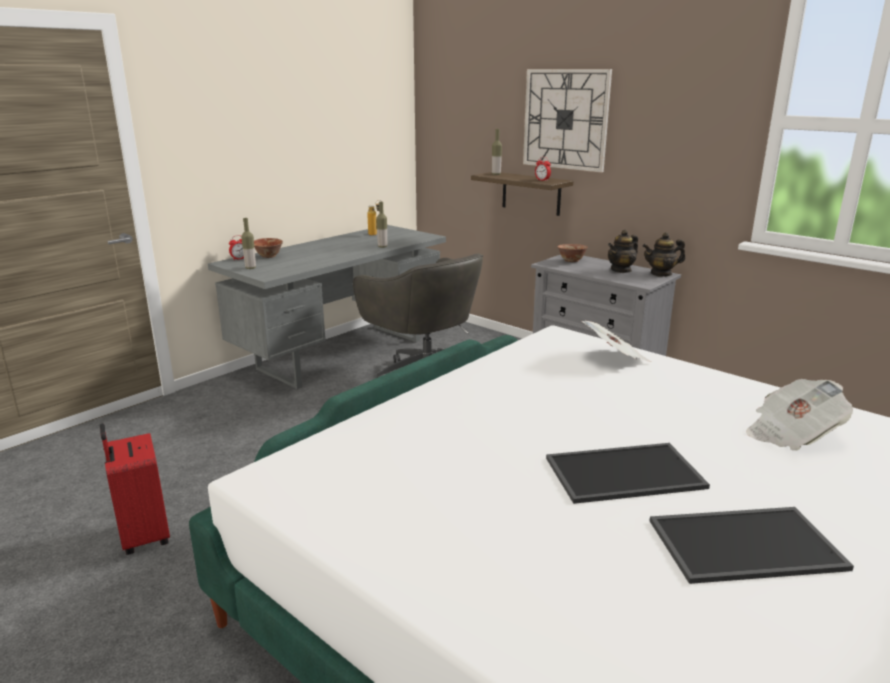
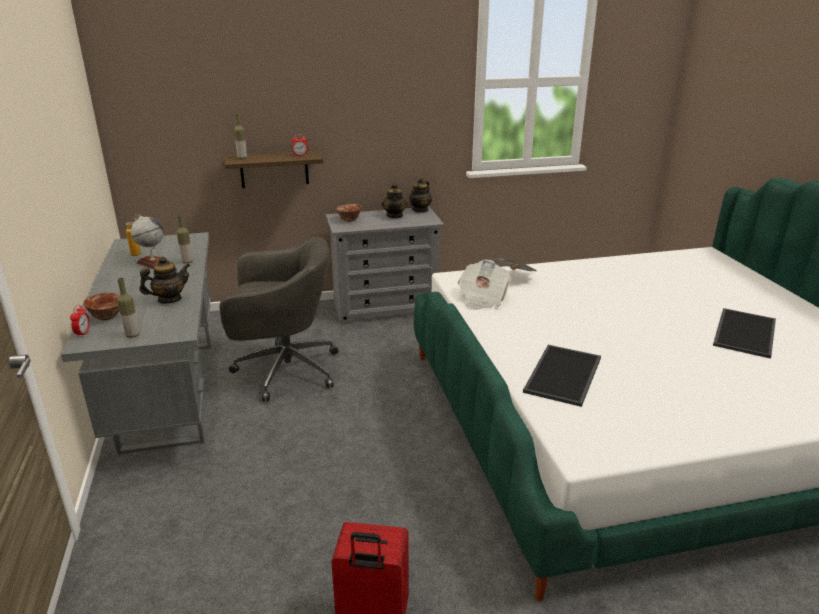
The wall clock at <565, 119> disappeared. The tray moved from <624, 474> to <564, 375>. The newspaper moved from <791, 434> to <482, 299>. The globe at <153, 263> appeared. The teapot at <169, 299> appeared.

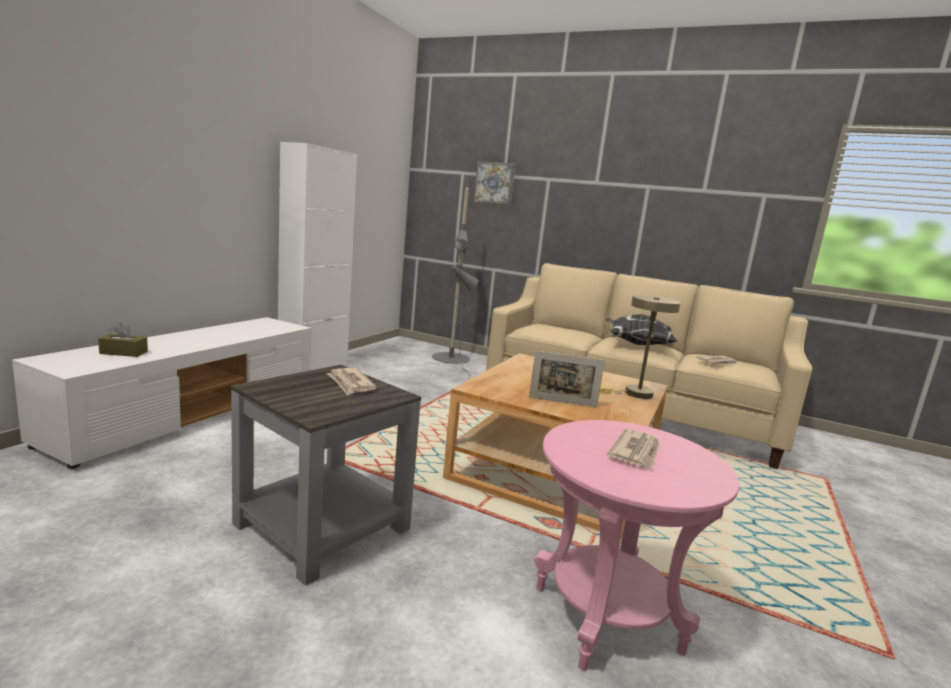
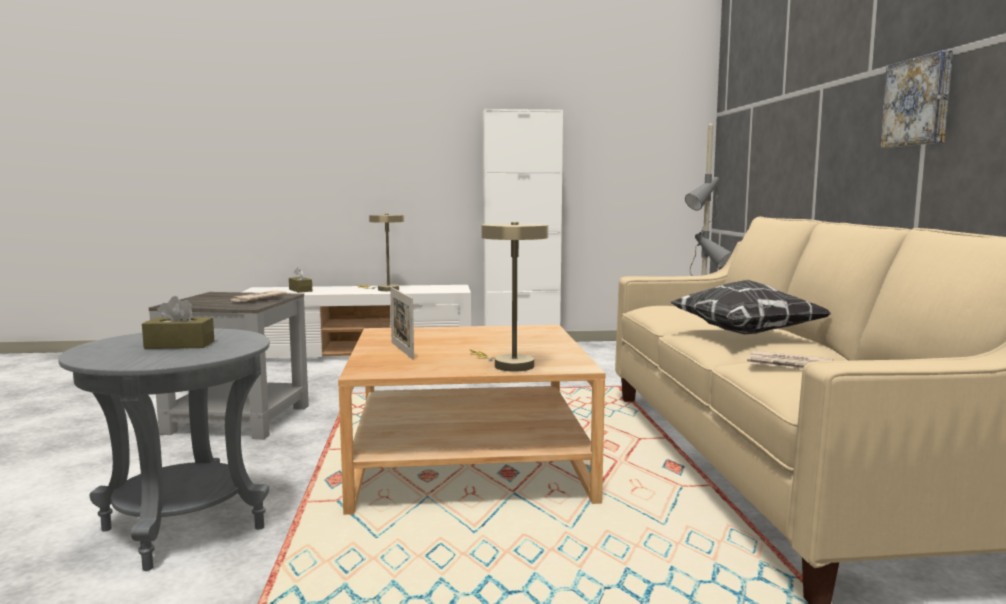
The picture moved from <495, 183> to <918, 102>. The pink side table at <606, 618> became the grey side table at <183, 528>. The newspaper at <636, 452> was replaced by the brown tissue box at <179, 345>. The beige table lamp at <384, 289> appeared.

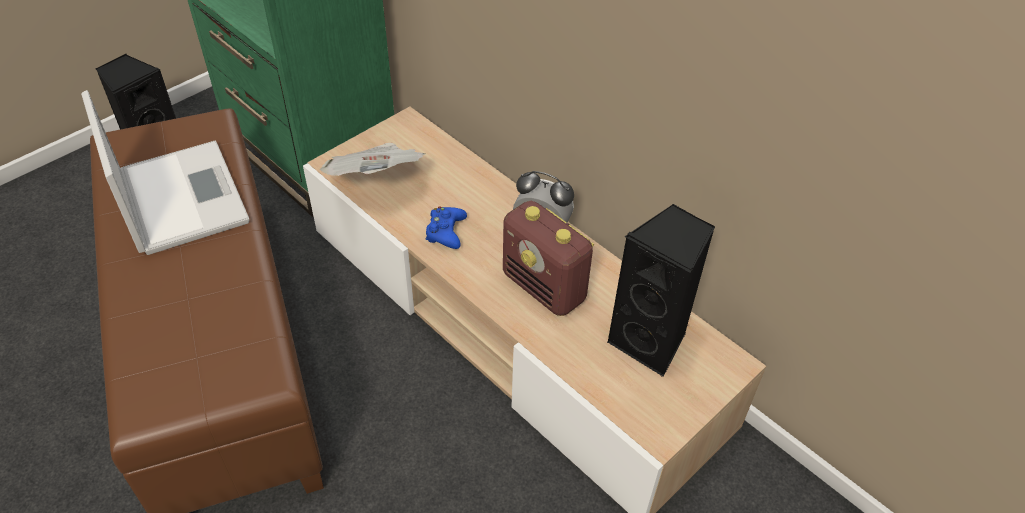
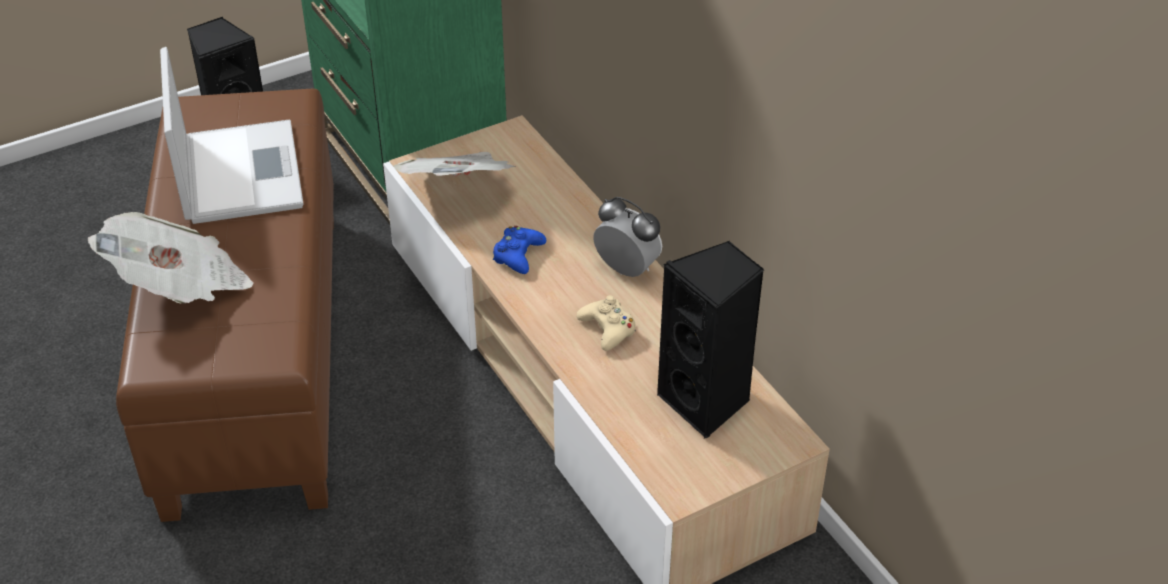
The radio at <544, 287> was replaced by the beige game controller at <608, 329>. The newspaper at <180, 287> appeared.

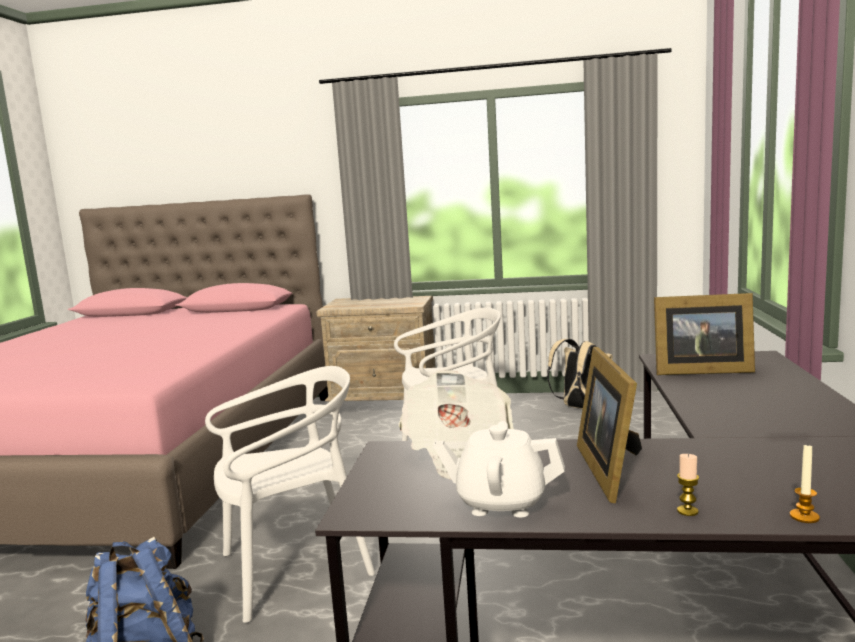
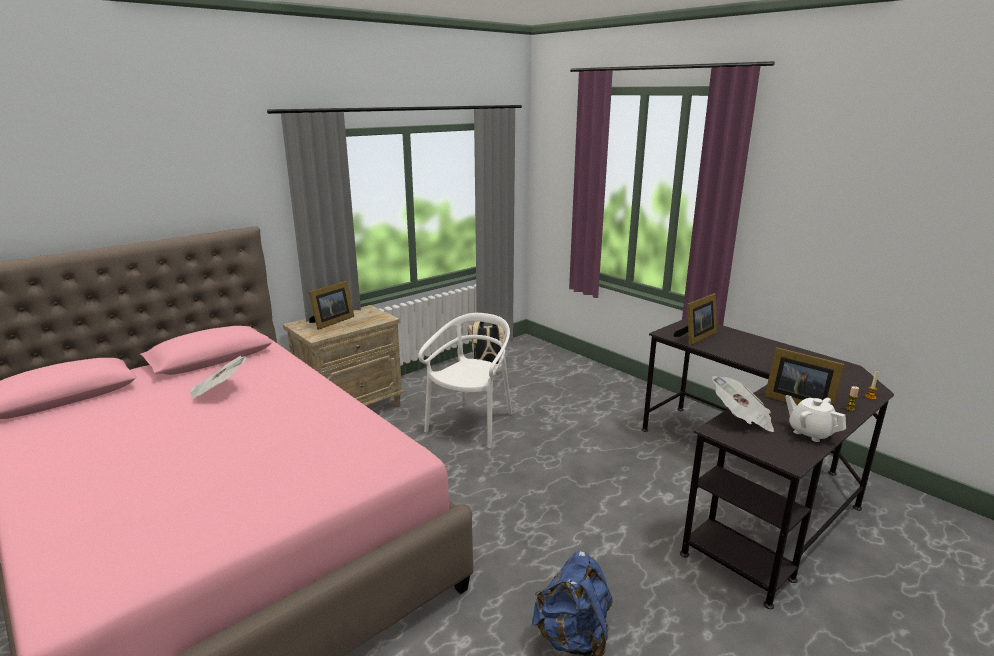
The white chair at <294, 568> disappeared. The white teapot at <500, 503> turned 90 degrees clockwise. The newspaper at <218, 391> appeared. The picture frame at <331, 322> appeared.

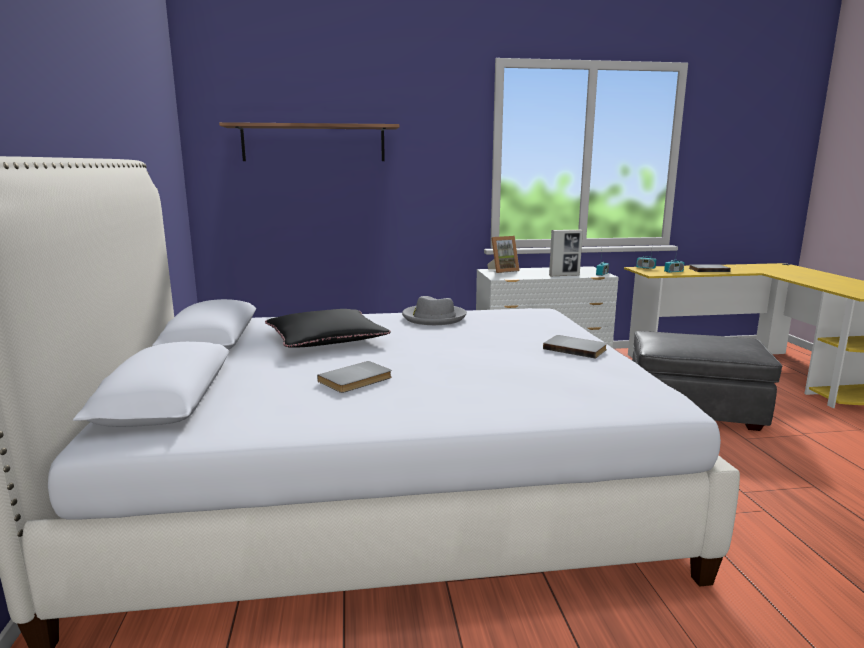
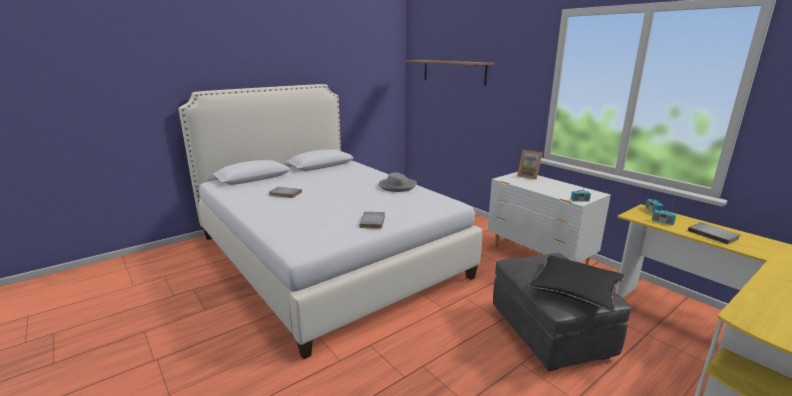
The black pillow moved from <326, 339> to <575, 288>. The picture frame at <564, 275> disappeared.

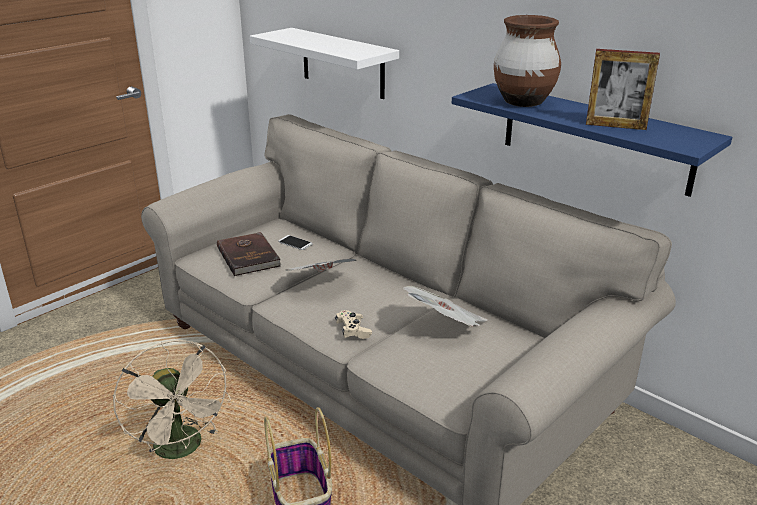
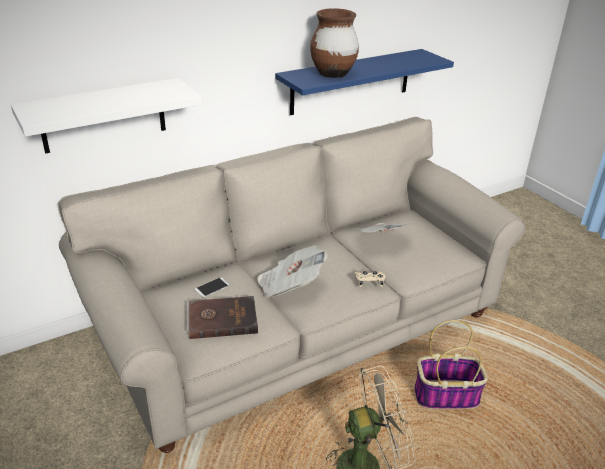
The picture frame at <615, 126> disappeared.

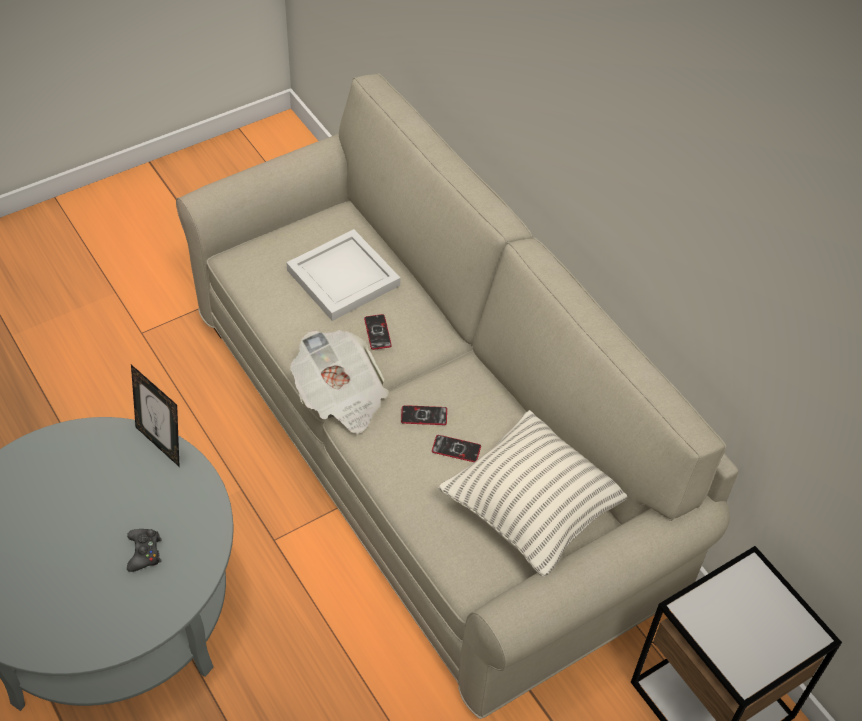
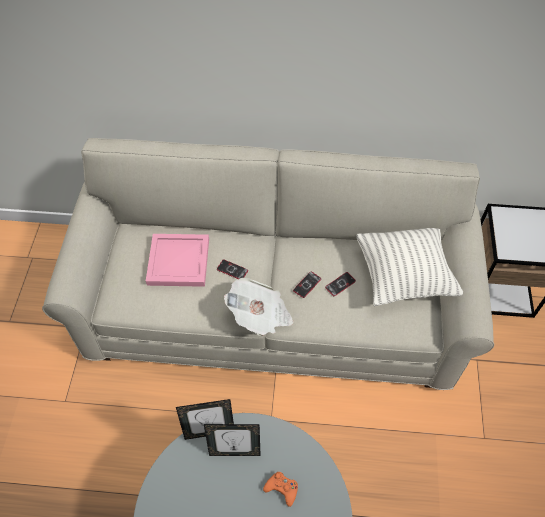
The black game controller at <144, 552> became the orange game controller at <282, 488>. The white tray at <343, 276> became the pink tray at <178, 261>. The picture frame at <235, 451> appeared.

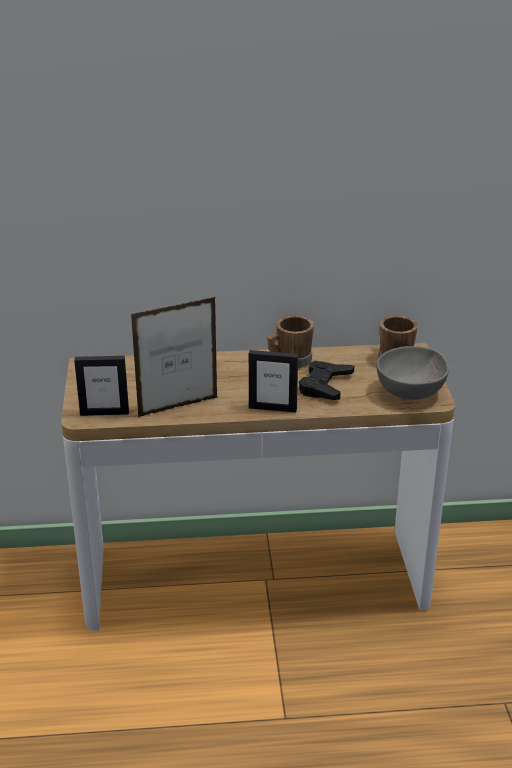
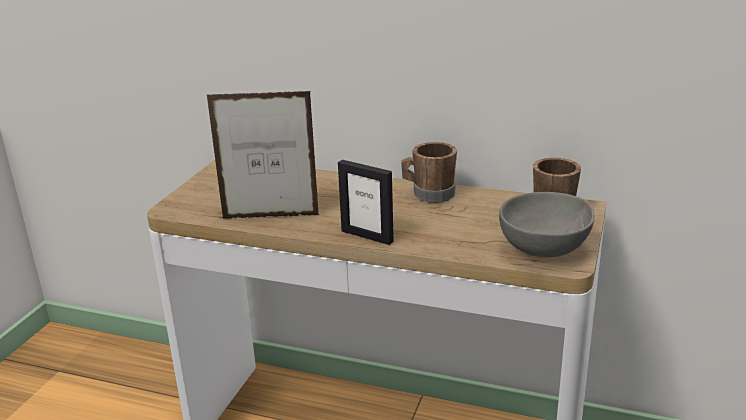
The picture frame at <104, 413> disappeared. The black game controller at <325, 385> disappeared.

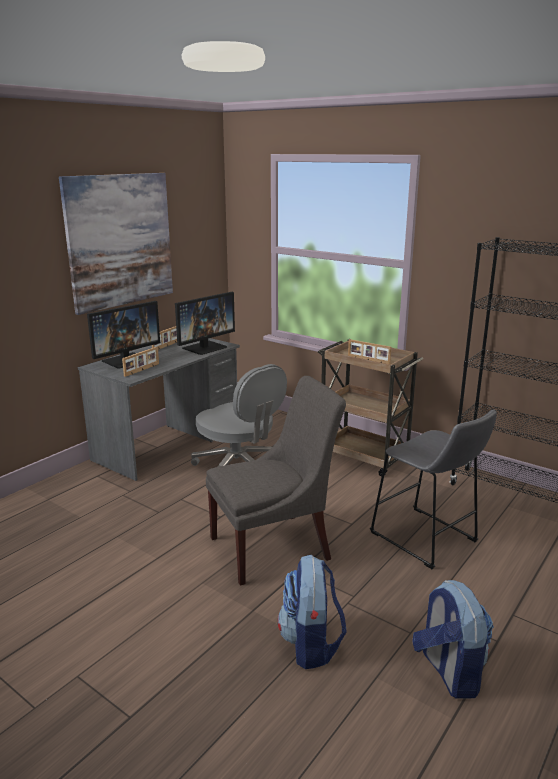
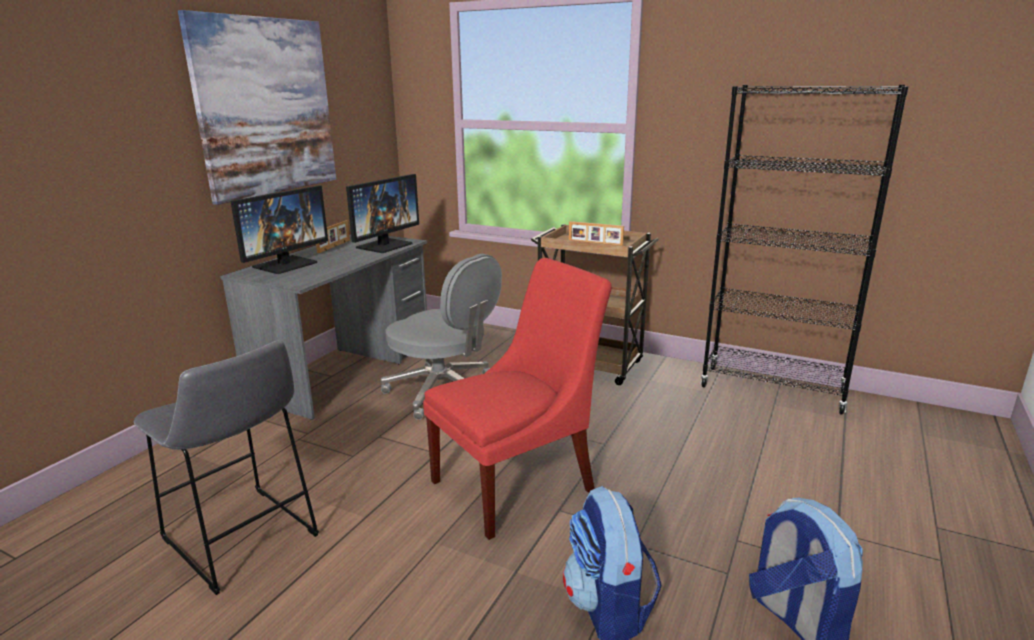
The picture frame at <142, 370> disappeared. The grey chair at <275, 547> became the red chair at <519, 483>. The grey stool moved from <427, 540> to <243, 541>.

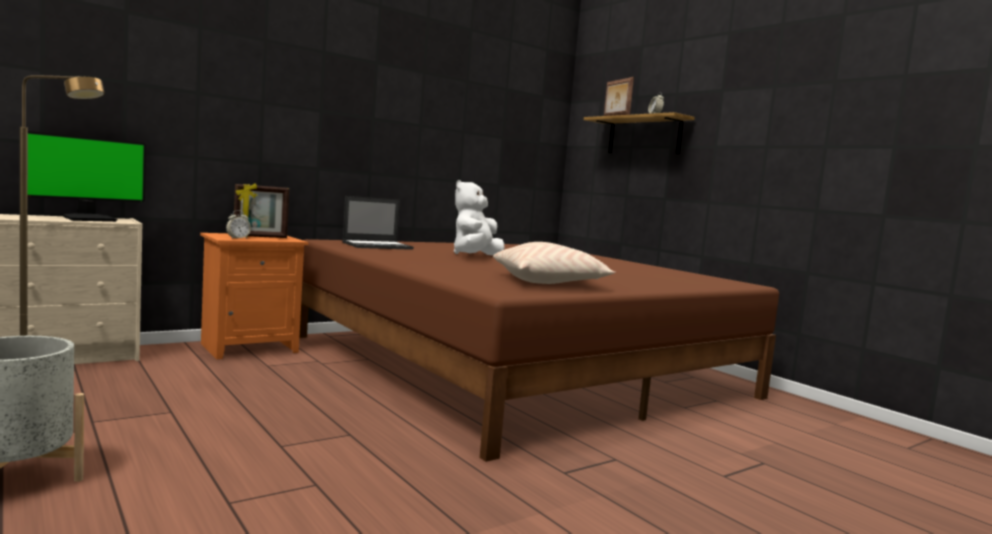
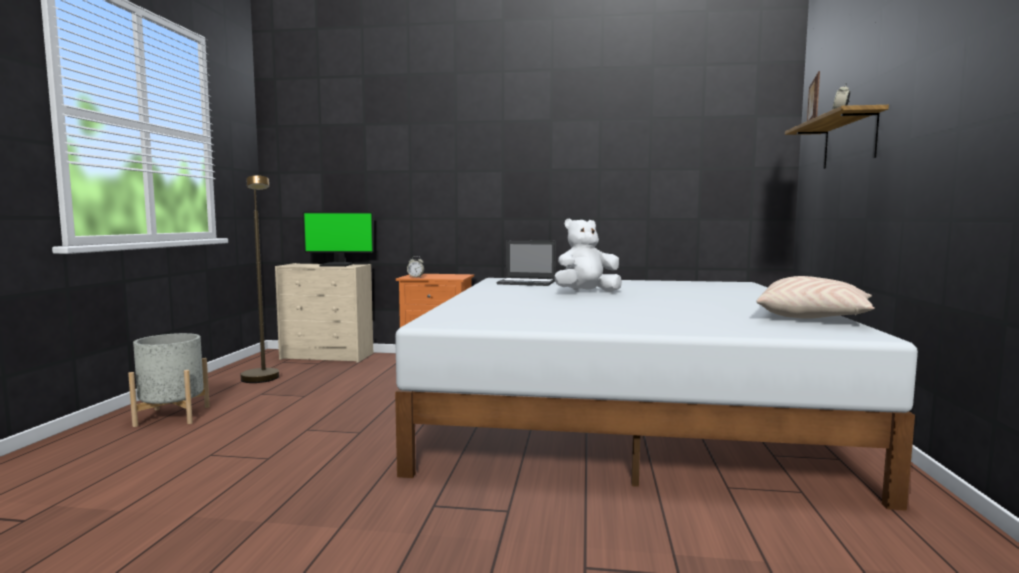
The picture frame at <260, 237> disappeared. The brown bed at <517, 365> became the white bed at <622, 407>. The beige pillow moved from <549, 282> to <813, 317>.

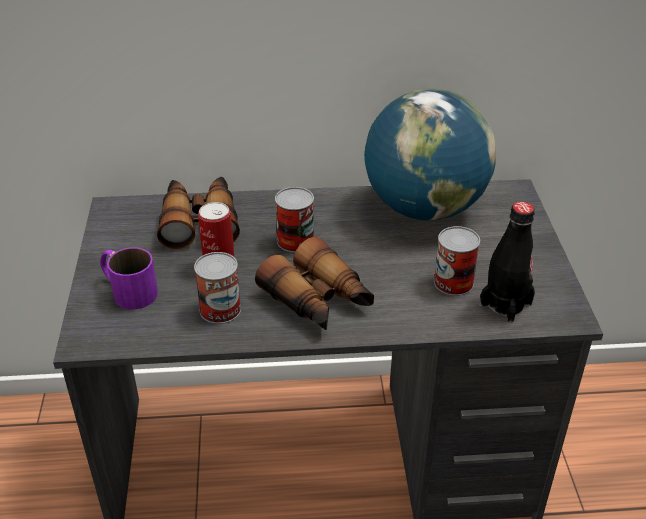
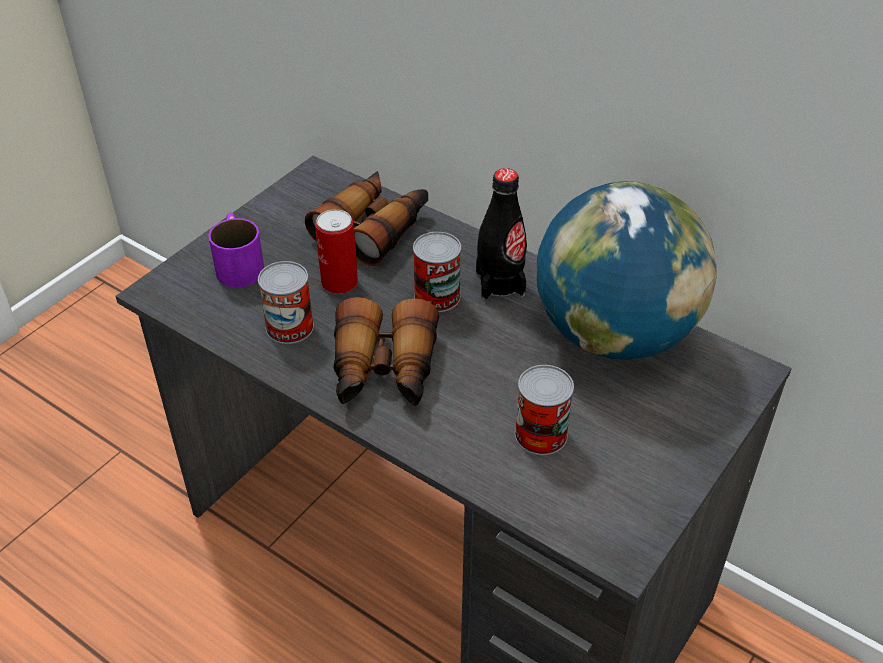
The black bottle moved from <505, 304> to <500, 283>.

